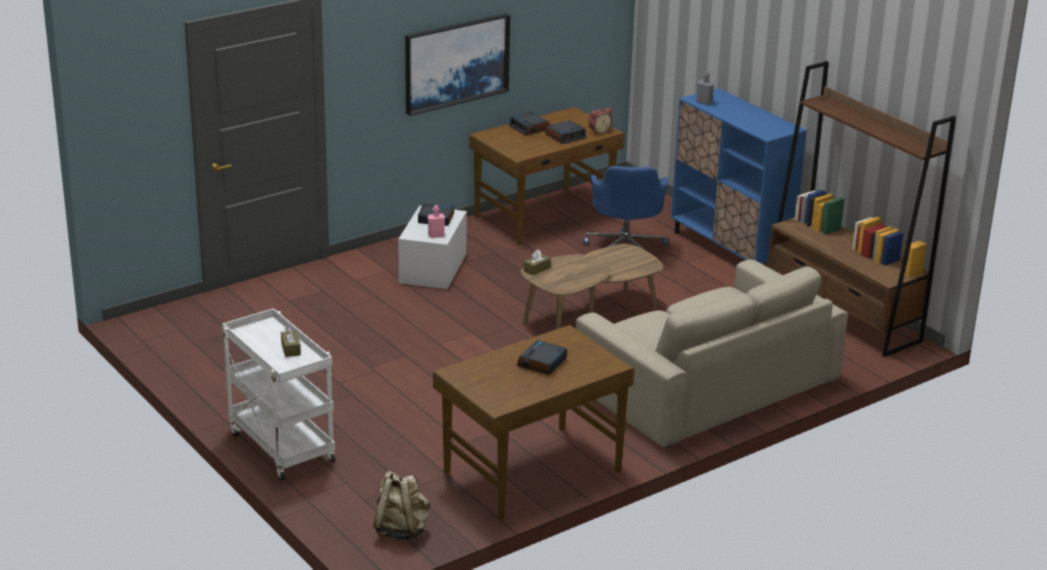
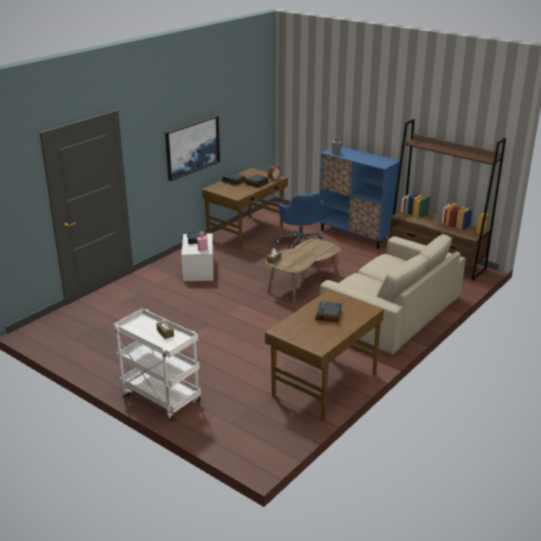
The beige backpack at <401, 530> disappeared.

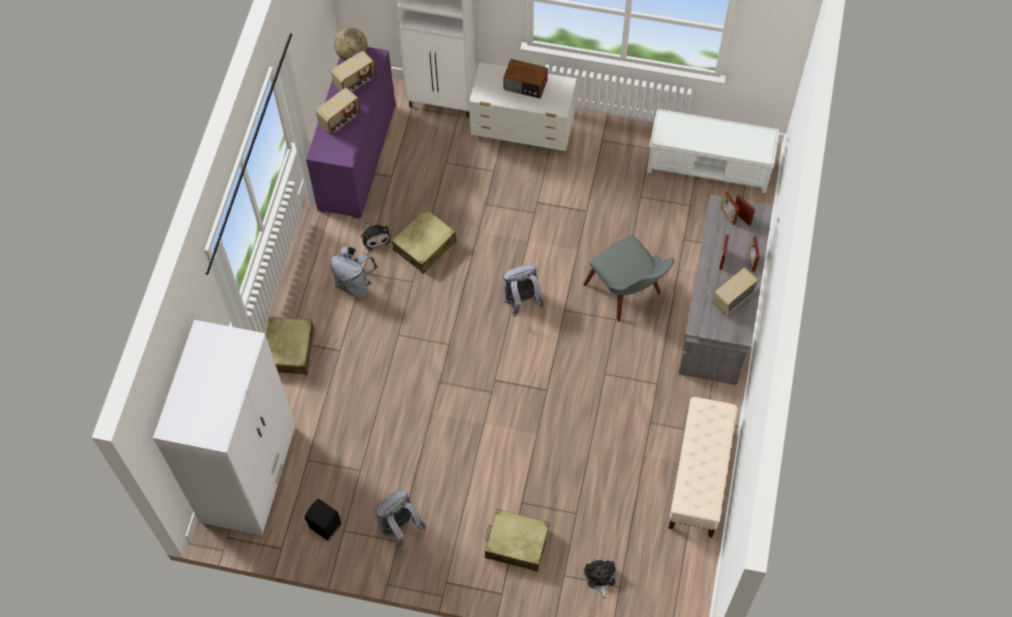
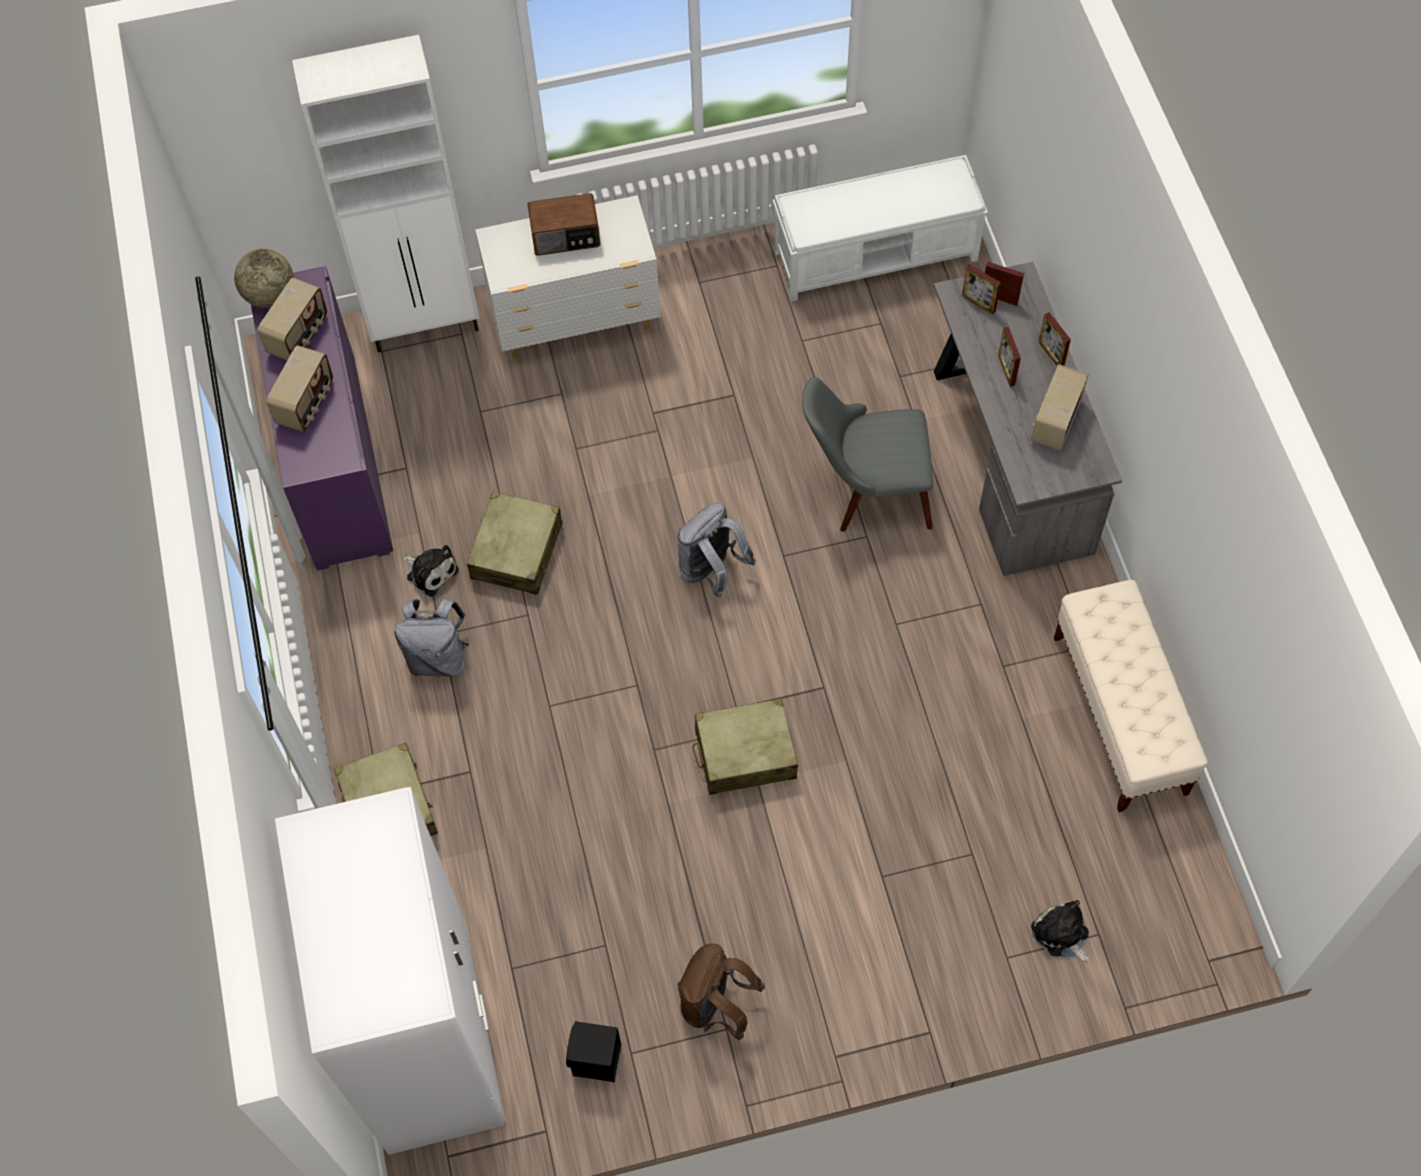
The grey backpack at <399, 527> became the brown backpack at <716, 1006>. The beige suitcase moved from <516, 543> to <745, 754>. The grey chair at <629, 294> turned 150 degrees clockwise.

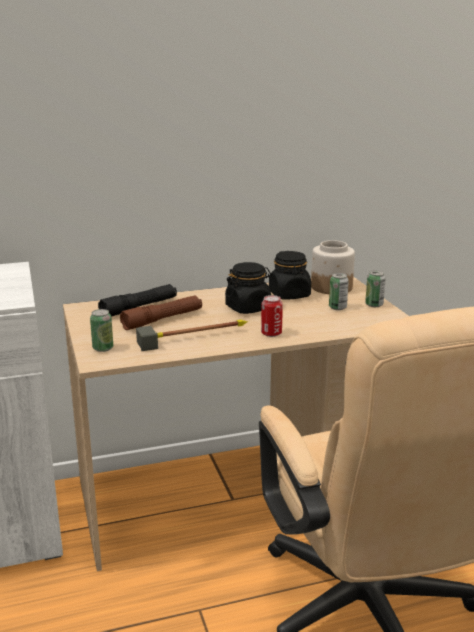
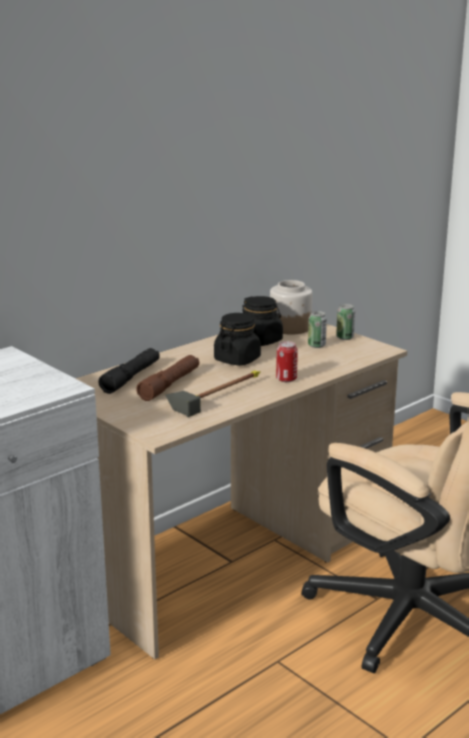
The can at <103, 348> disappeared.

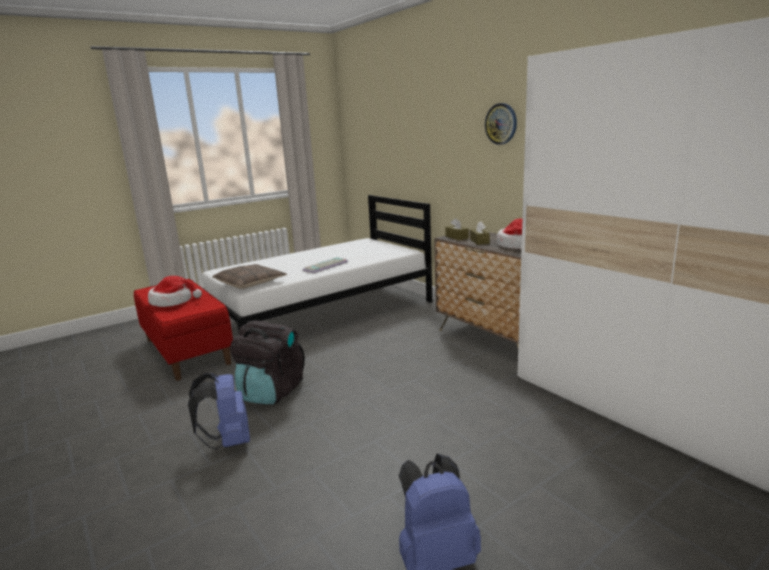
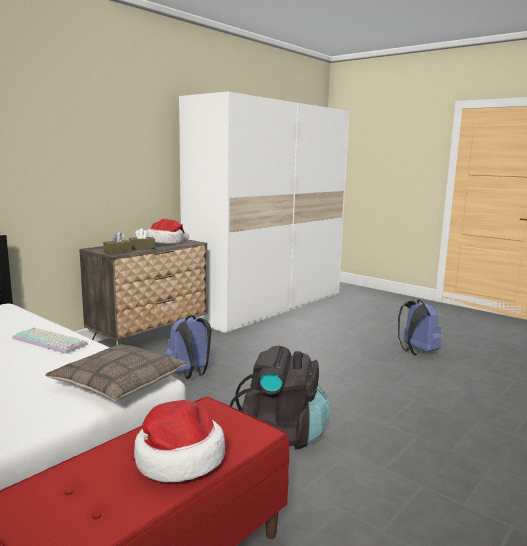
The blue backpack moved from <228, 441> to <190, 374>. The wall clock at <501, 124> disappeared.

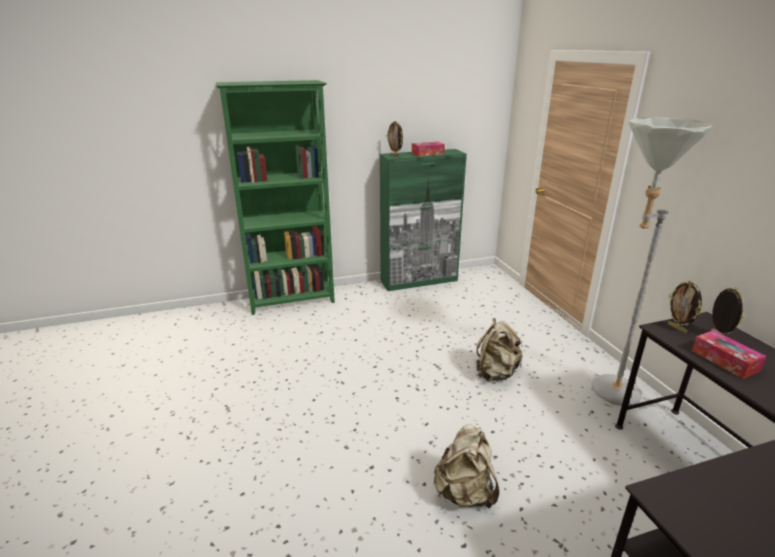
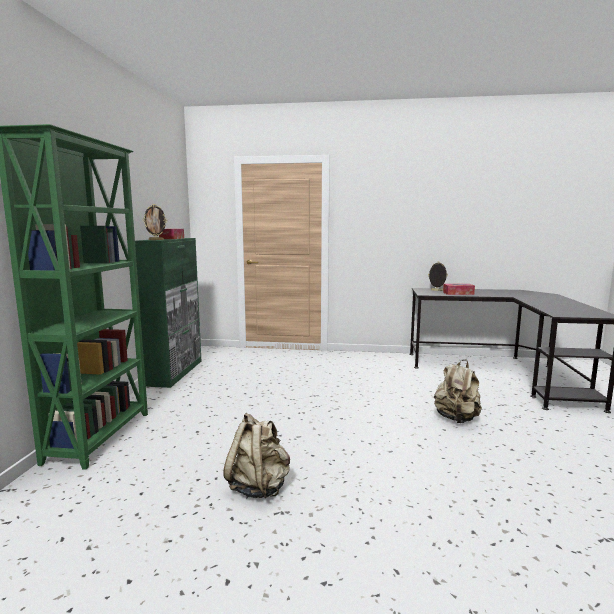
The beige backpack moved from <496, 373> to <259, 487>. The grey floor lamp at <606, 392> disappeared. The picture frame at <677, 328> disappeared.

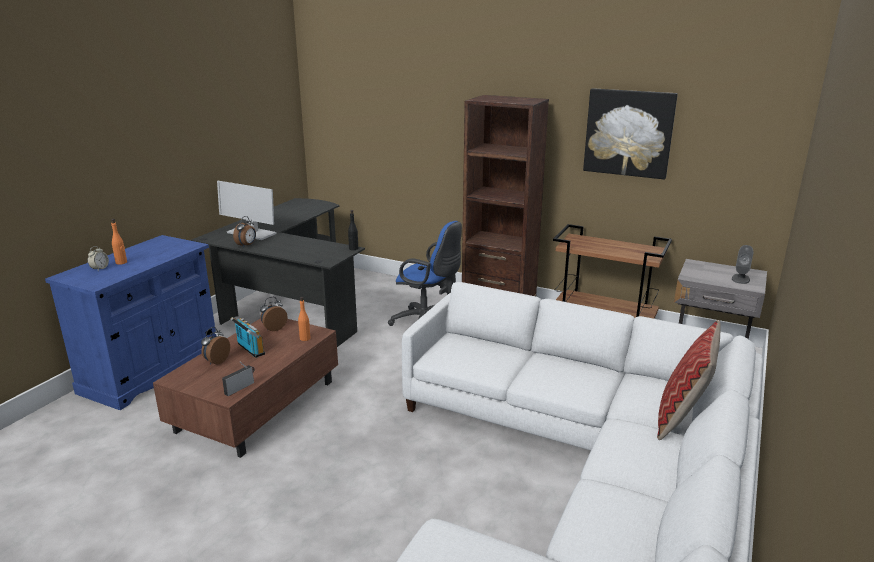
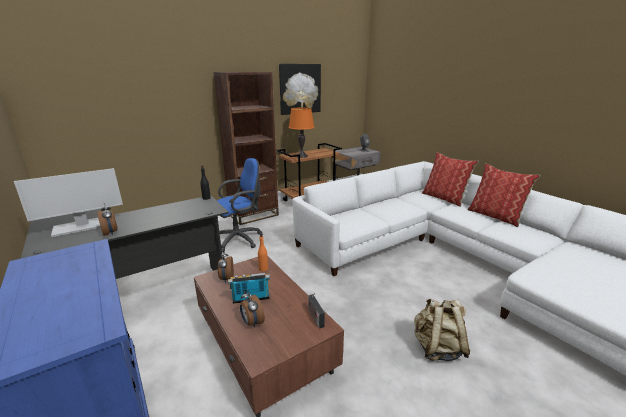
The alarm clock at <100, 268> disappeared. The orange bottle at <121, 262> disappeared. The orange table lamp at <301, 156> appeared. The beige backpack at <437, 348> appeared. The pillow at <495, 216> appeared.

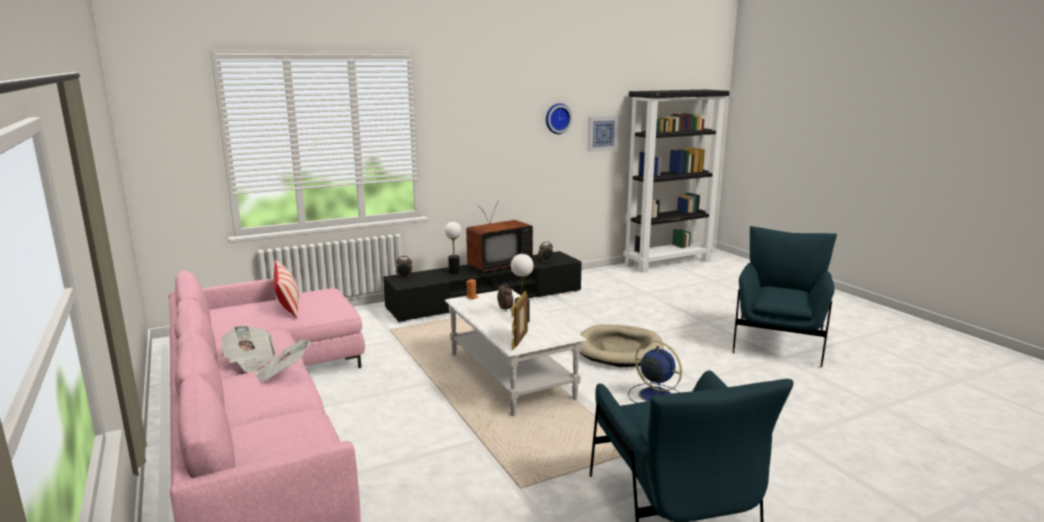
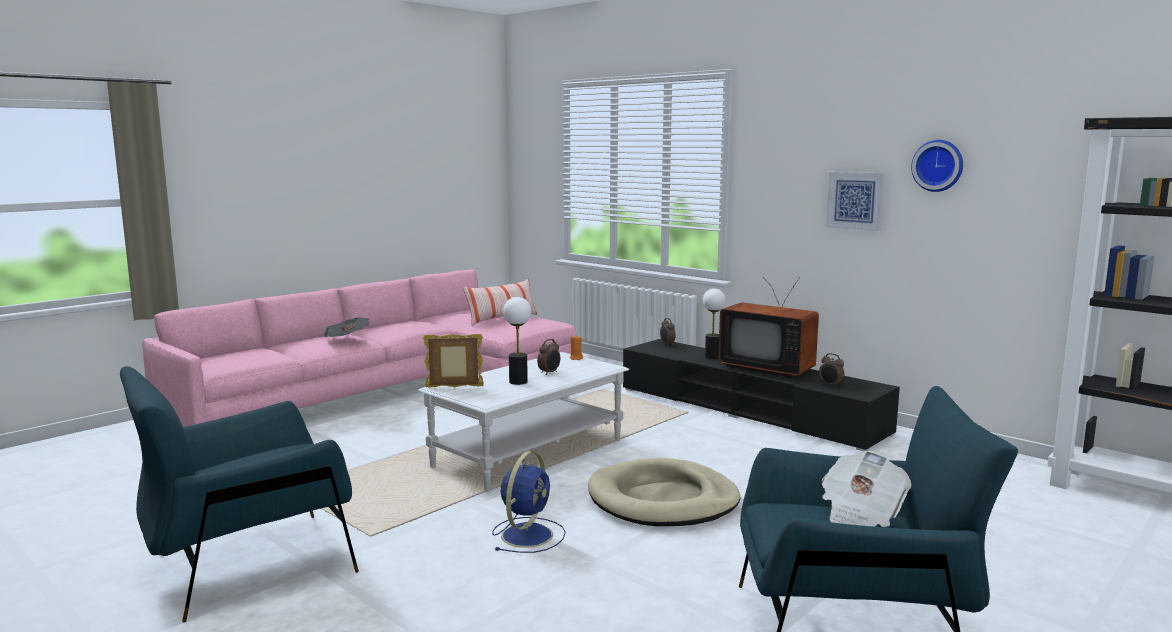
The newspaper moved from <250, 361> to <860, 512>. The picture moved from <602, 133> to <855, 200>.

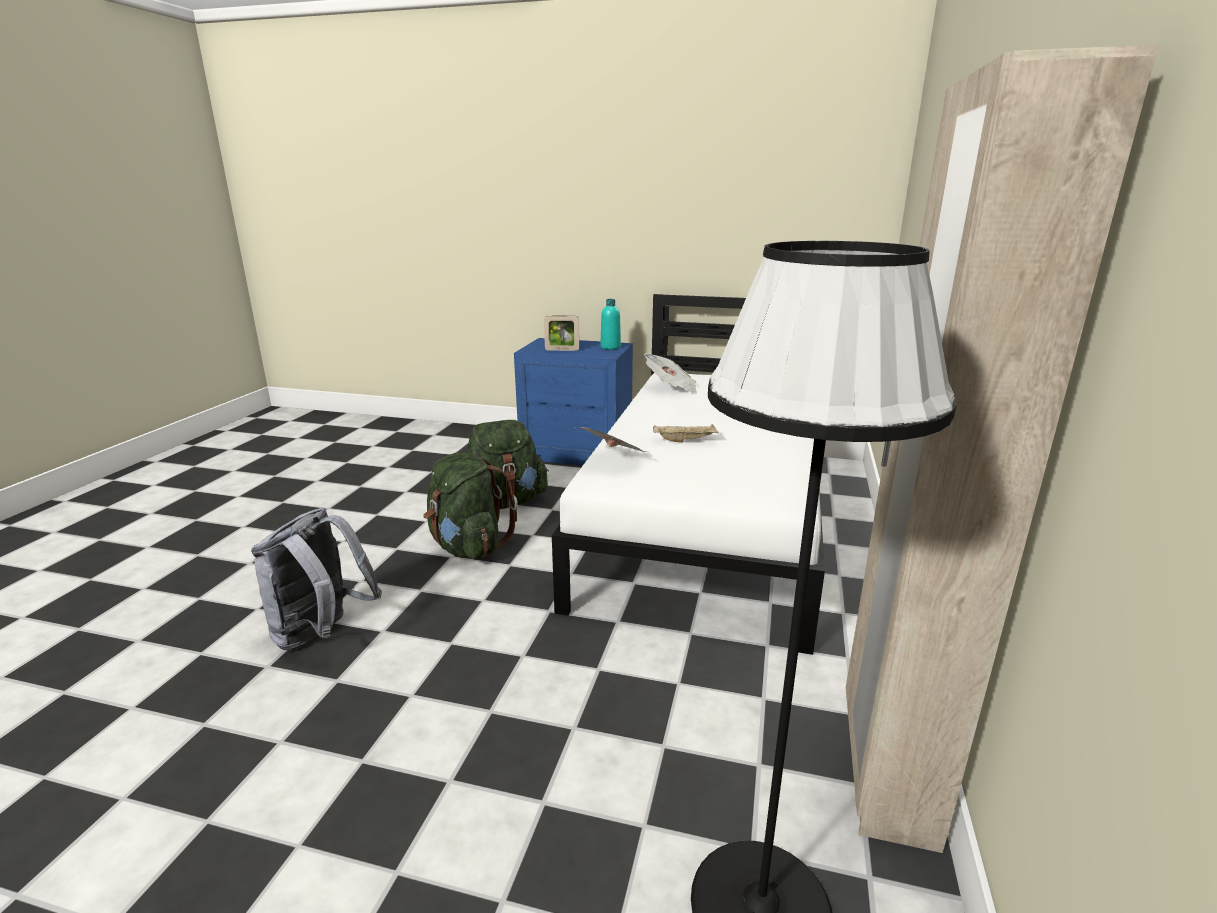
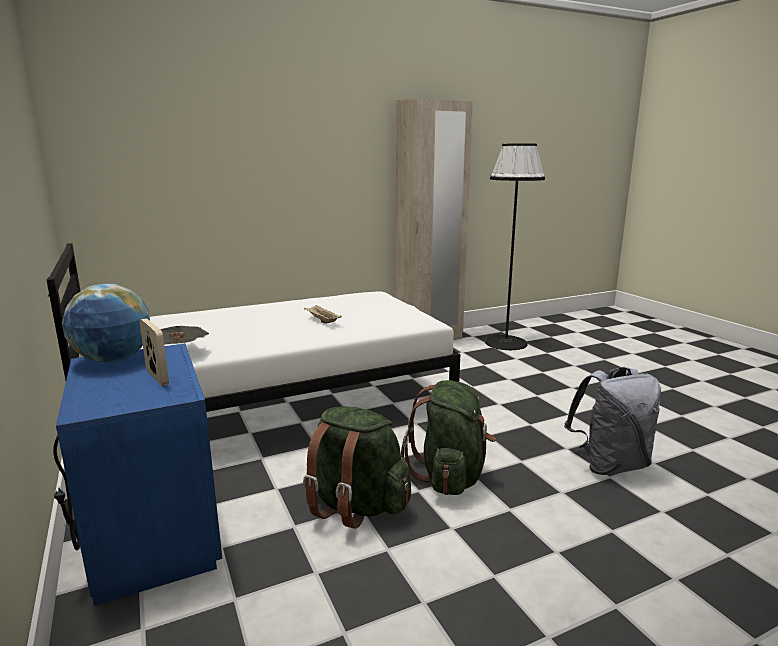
The newspaper at <614, 459> disappeared. The turquoise bottle at <610, 347> was replaced by the globe at <114, 360>.

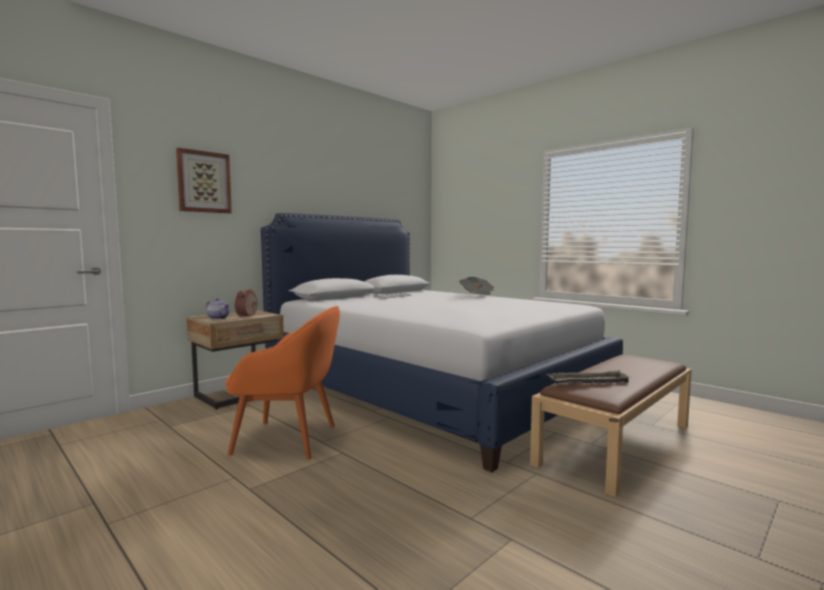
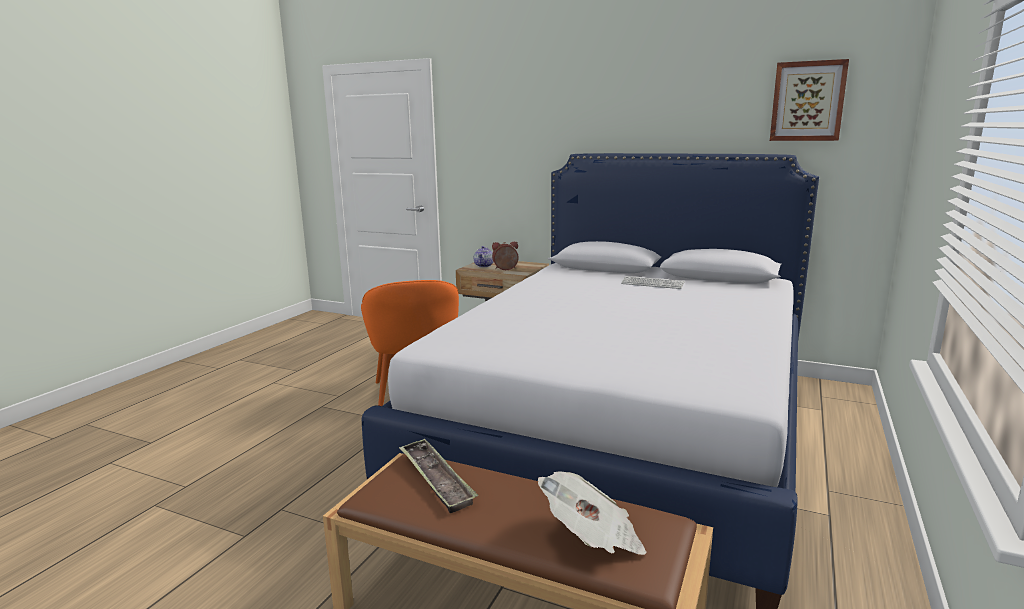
The picture moved from <204, 182> to <807, 101>. The newspaper moved from <477, 296> to <592, 538>.

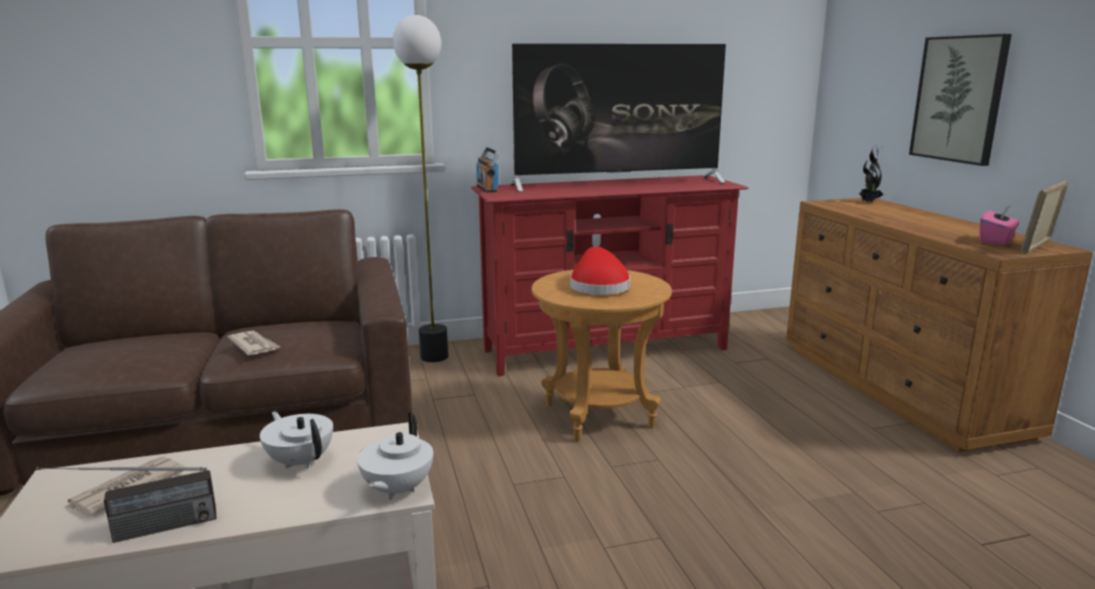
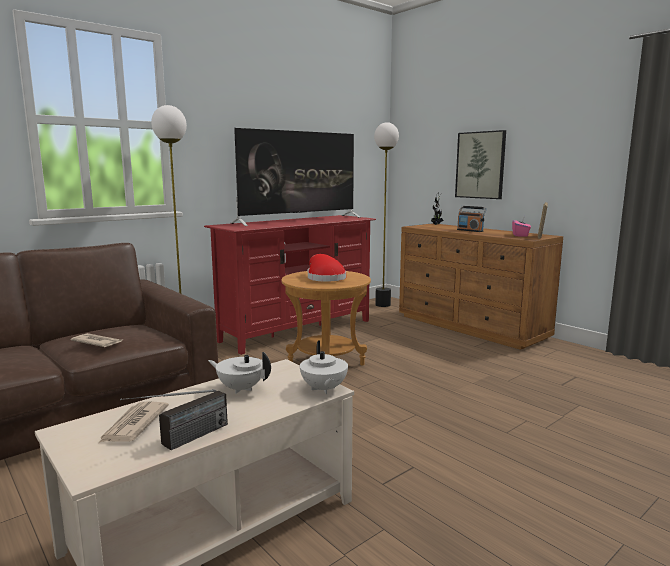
The radio moved from <487, 189> to <470, 230>. The floor lamp at <383, 305> appeared.

